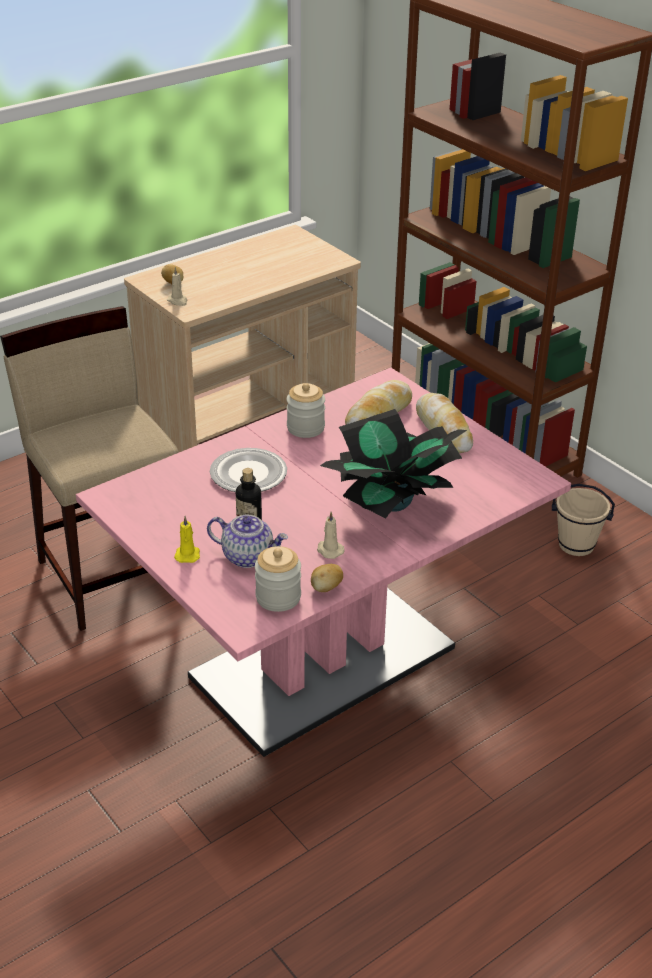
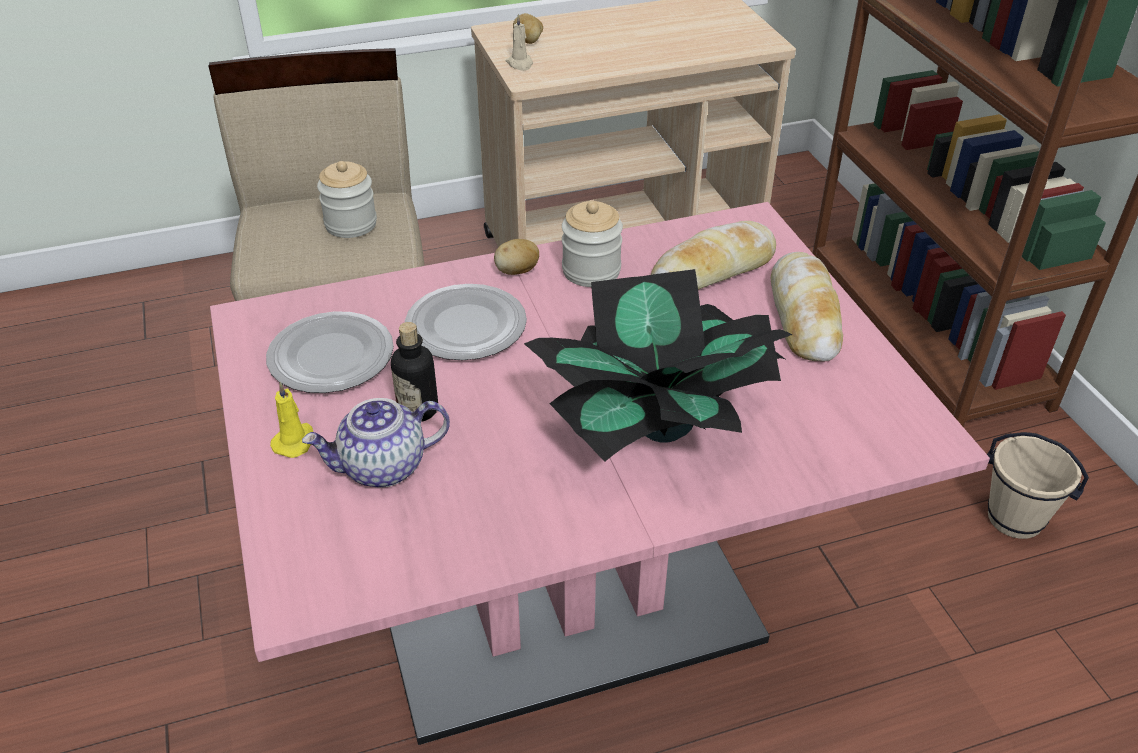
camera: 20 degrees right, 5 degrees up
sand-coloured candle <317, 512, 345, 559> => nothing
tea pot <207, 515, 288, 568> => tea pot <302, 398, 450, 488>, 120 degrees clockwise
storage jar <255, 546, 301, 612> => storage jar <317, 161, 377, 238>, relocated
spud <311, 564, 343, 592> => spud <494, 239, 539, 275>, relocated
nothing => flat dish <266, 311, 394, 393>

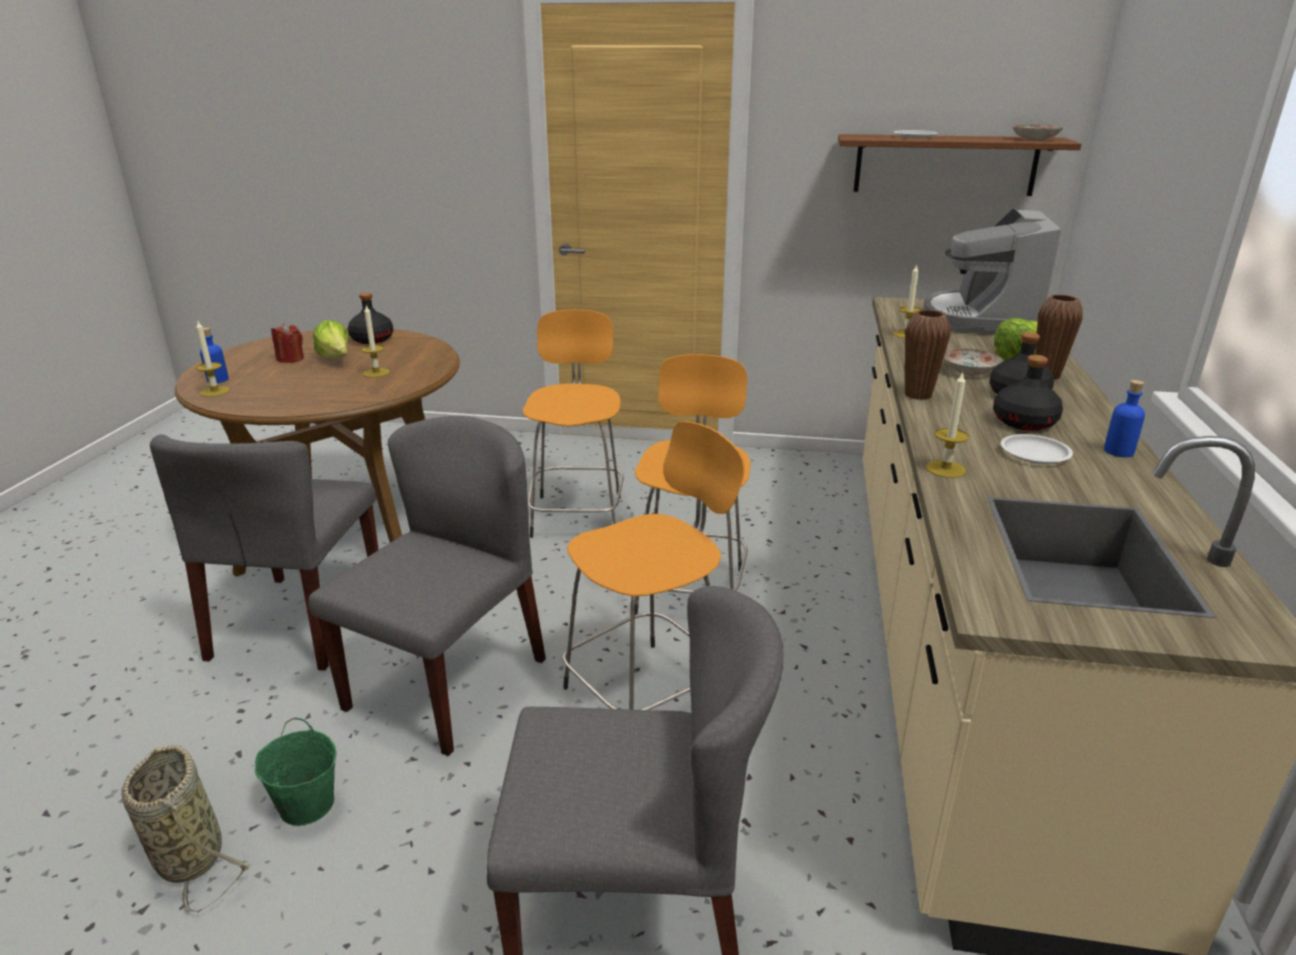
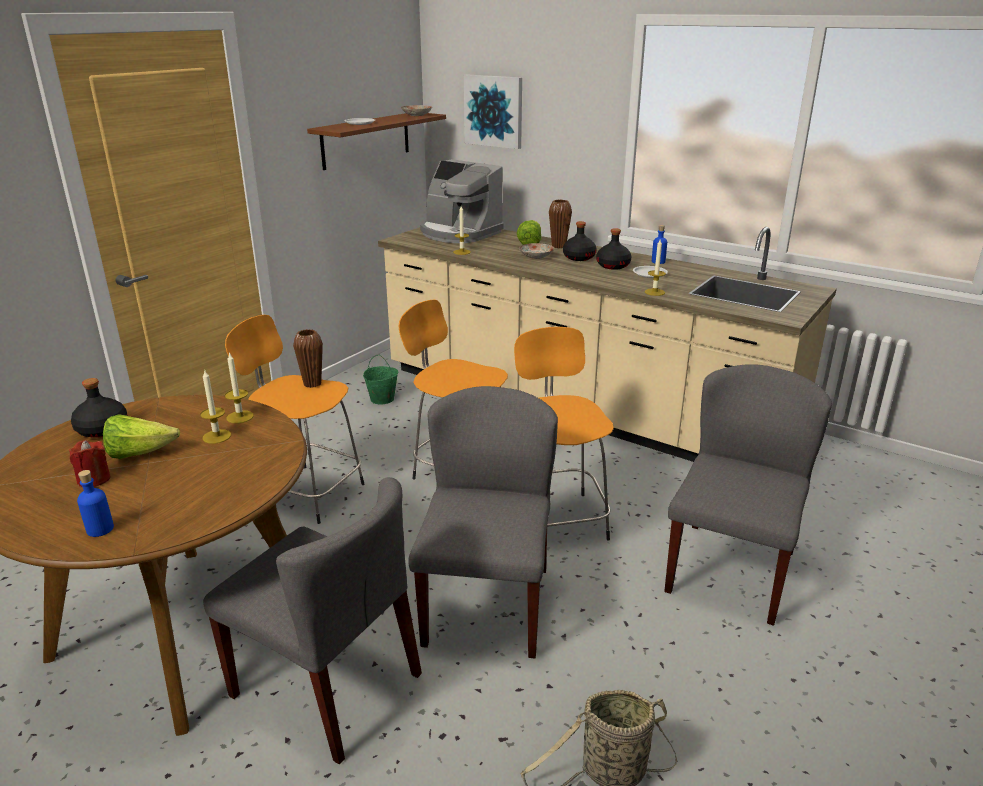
camera: 65 degrees left, 0 degrees up
brown-coloured vase <905, 310, 951, 400> => brown-coloured vase <293, 329, 323, 388>, relocated
candle <196, 321, 230, 397> => candle <225, 352, 254, 424>, relocated
grey upright chair <308, 416, 546, 756> => grey upright chair <408, 386, 558, 658>, 45 degrees clockwise
green-coloured pail <255, 718, 337, 826> => green-coloured pail <363, 355, 398, 405>, relocated
nothing => picture <464, 75, 522, 149>

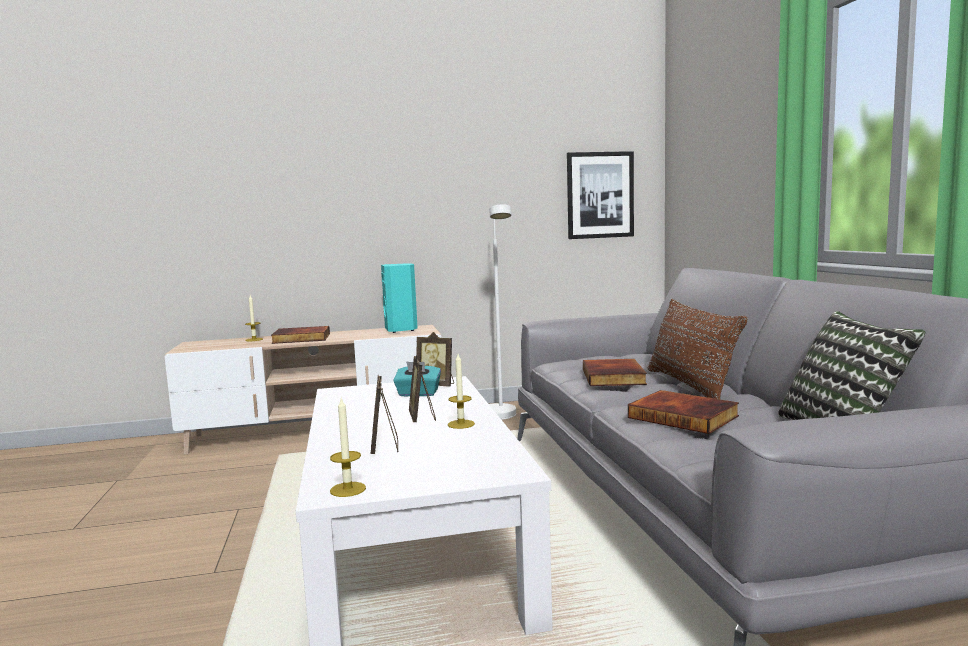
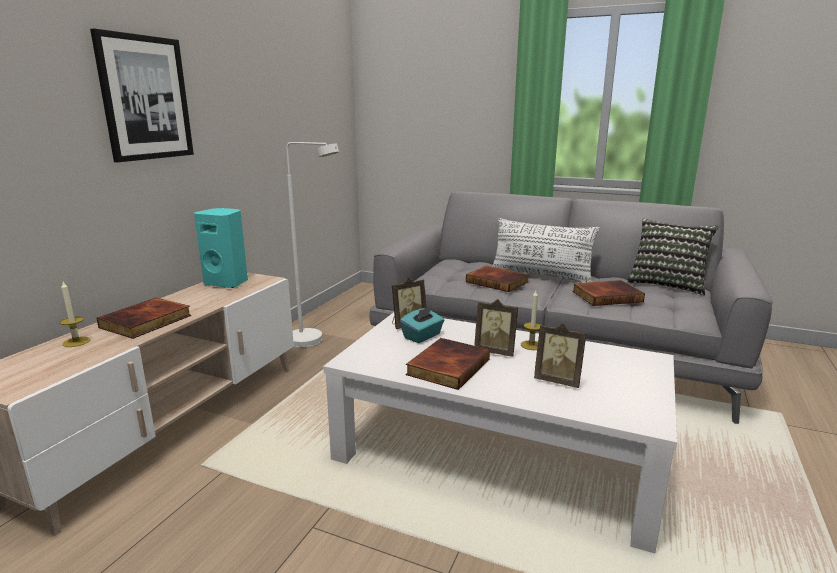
camera: 55 degrees left, 10 degrees up
picture <567, 151, 634, 239> => picture <90, 28, 194, 162>, relocated
brown-coloured throw pillow <648, 299, 748, 399> => whitish throw pillow <492, 218, 600, 283>
candle <330, 398, 366, 497> => nothing
nothing => book <406, 338, 490, 390>

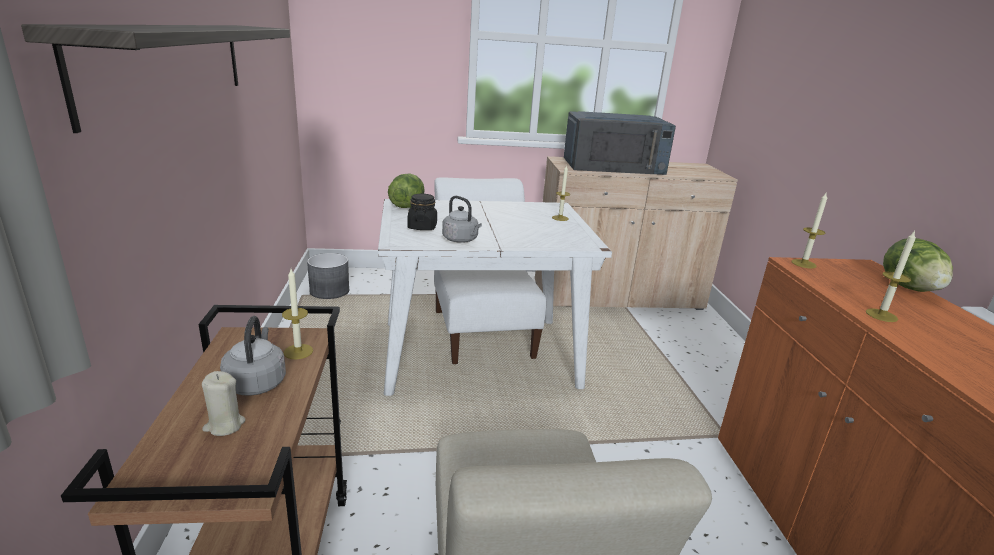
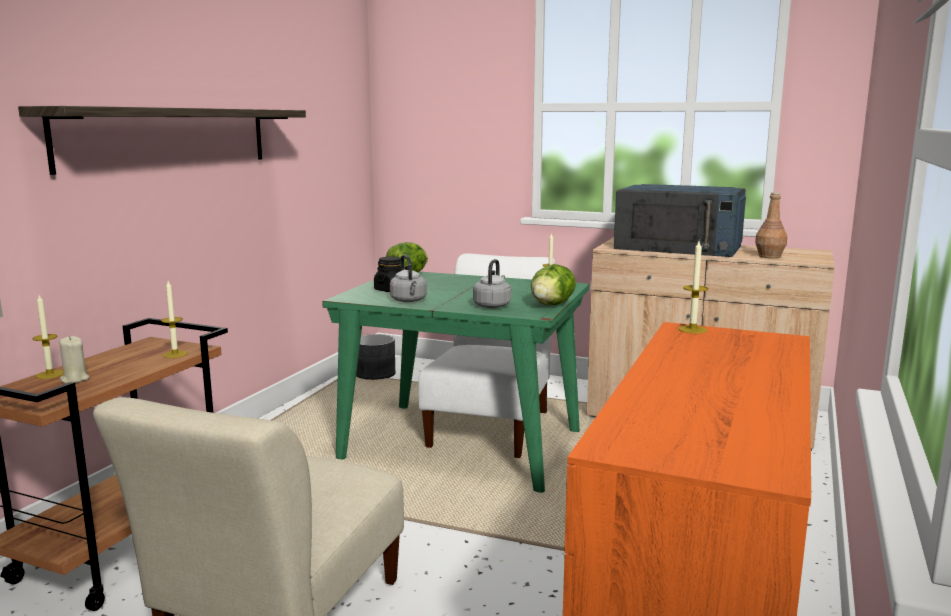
camera: 30 degrees right, 10 degrees down
whitish dinner table <378, 199, 612, 396> => green-coloured dinner table <322, 272, 590, 492>
candle <866, 230, 916, 322> => candle <33, 295, 64, 379>, relocated
lettuce <883, 238, 953, 292> => lettuce <531, 264, 576, 305>, relocated
grey water kettle <220, 316, 286, 396> => grey water kettle <473, 259, 511, 308>, relocated
nothing => brown-coloured bottle <755, 192, 787, 258>

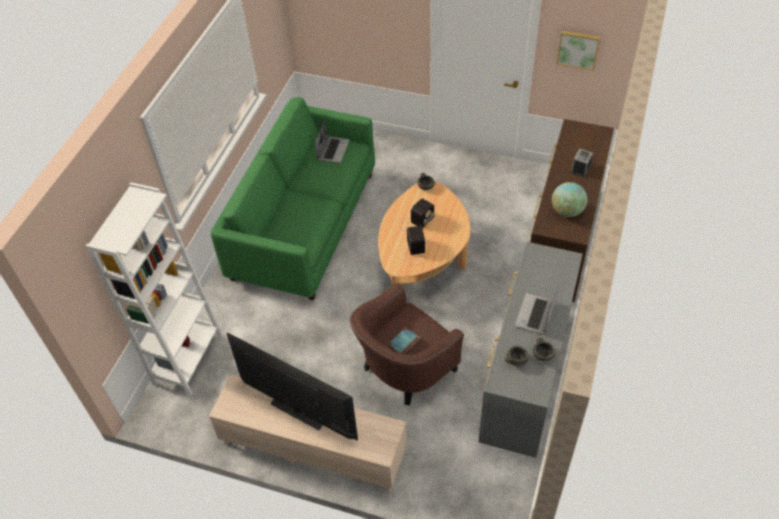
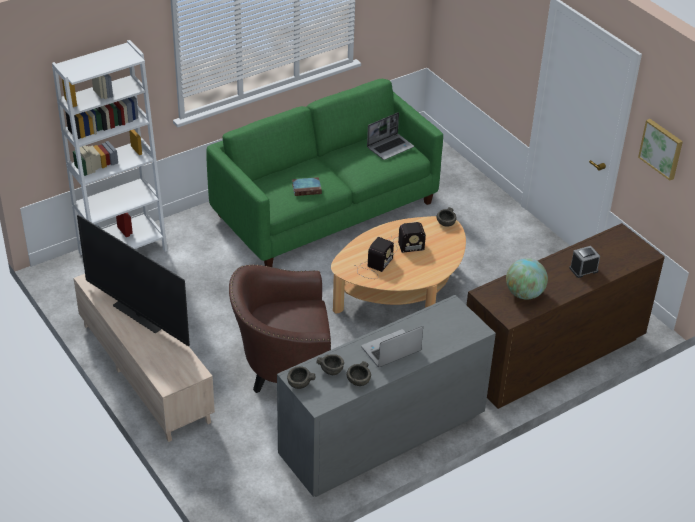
camera: 35 degrees right, 10 degrees down
book <388, 327, 421, 355> => book <292, 177, 322, 196>, relocated
television <226, 333, 358, 440> => television <77, 215, 190, 346>, 150 degrees clockwise
nothing => grey deep dish <287, 366, 315, 389>

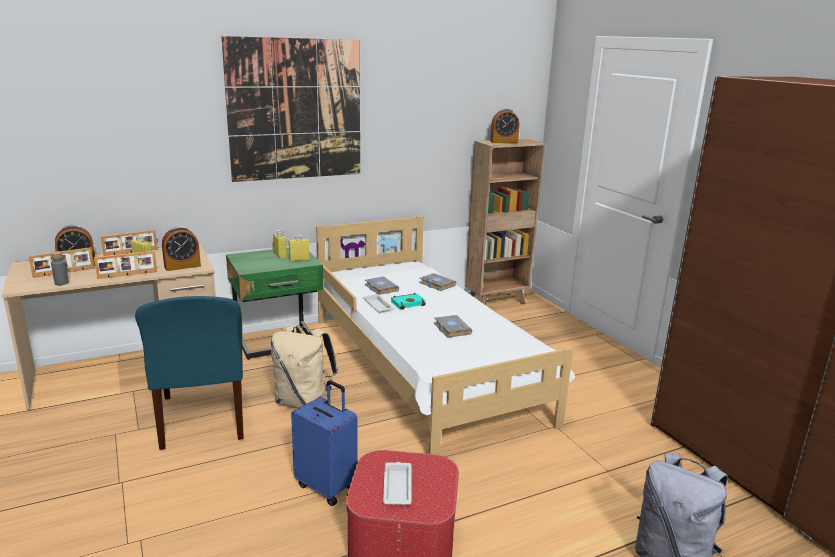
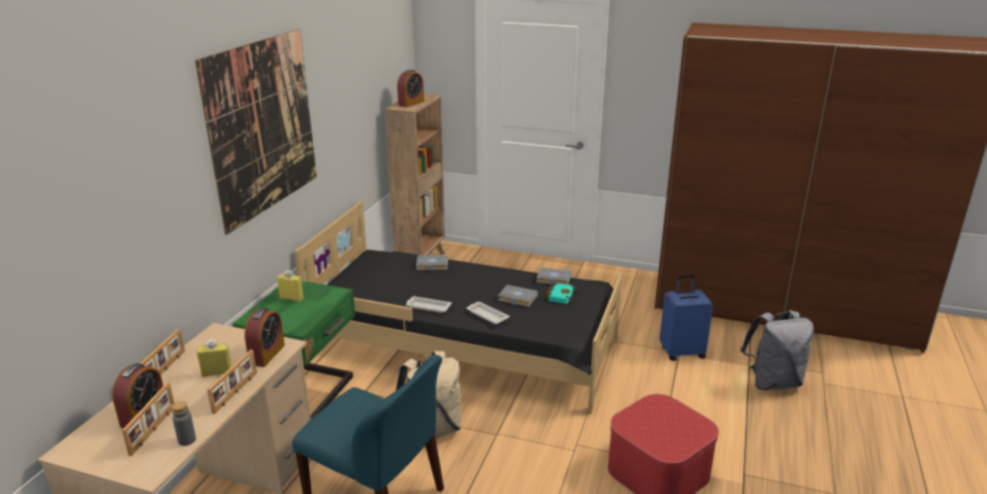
camera: 45 degrees left, 5 degrees up
whitish bed <316, 216, 575, 455> => black-coloured bed <294, 201, 623, 414>
yellow-coloured bottle <289, 234, 310, 262> => nothing
grey book <365, 276, 399, 295> => grey book <536, 267, 572, 285>, relocated
turquoise-coloured book <391, 293, 426, 309> => turquoise-coloured book <545, 283, 577, 304>, relocated
blue-coloured piece of luggage <291, 380, 358, 506> => blue-coloured piece of luggage <659, 274, 713, 361>, relocated
whitish carrying tray <383, 462, 412, 505> => whitish carrying tray <466, 302, 510, 324>, relocated

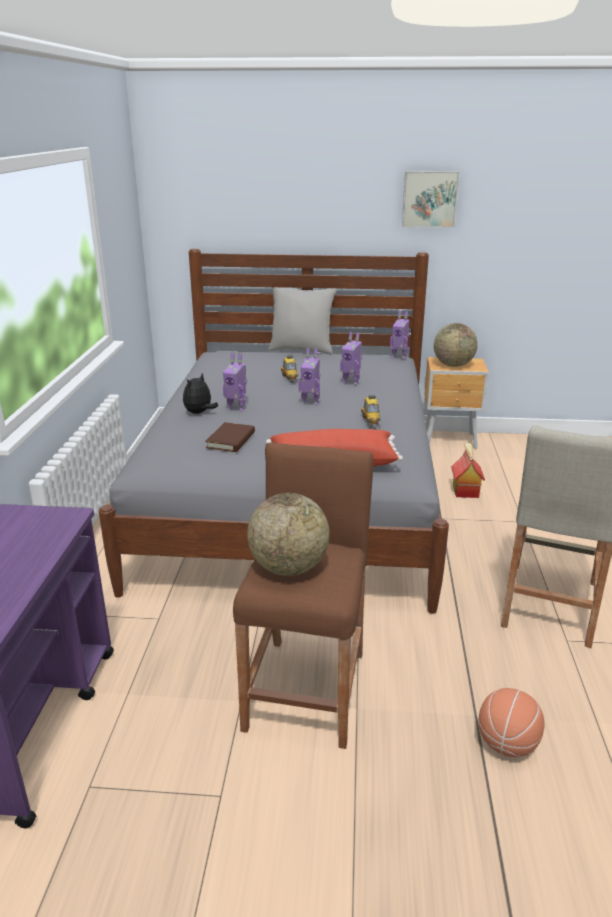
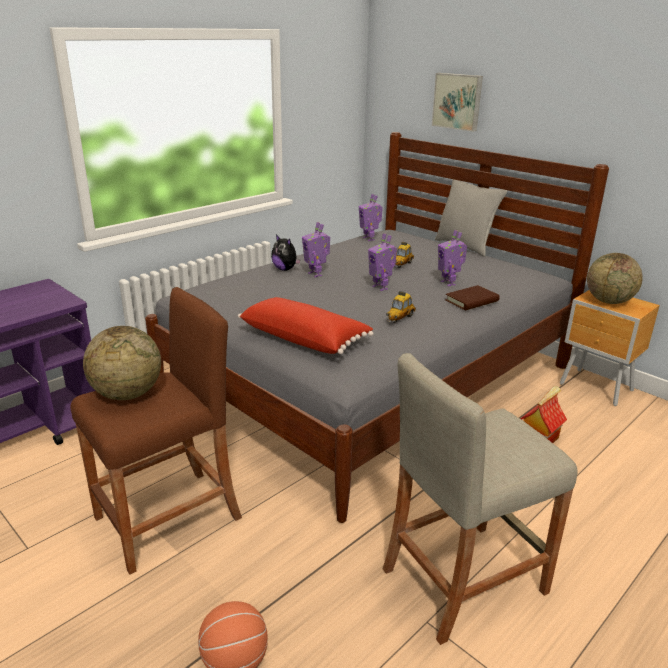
camera: 40 degrees right, 0 degrees up
picture <402, 171, 459, 228> => picture <432, 73, 483, 132>, relocated
model robot <390, 311, 409, 359> => model robot <359, 194, 383, 241>, relocated
plush toy <183, 373, 218, 414> => plush toy <271, 235, 301, 271>, 120 degrees counterclockwise
brown-coloured book <205, 422, 255, 452> => brown-coloured book <445, 285, 499, 310>, relocated

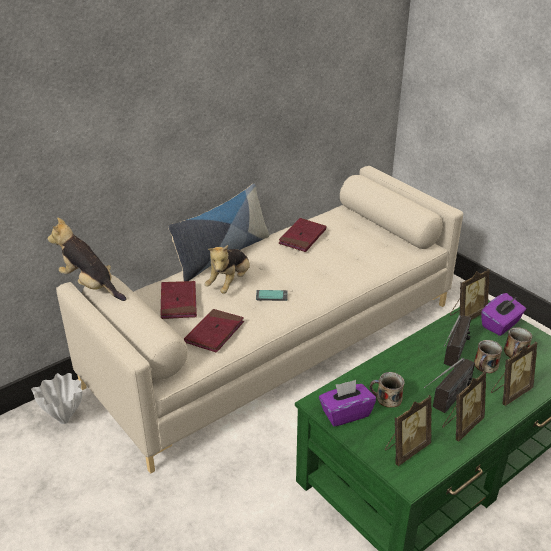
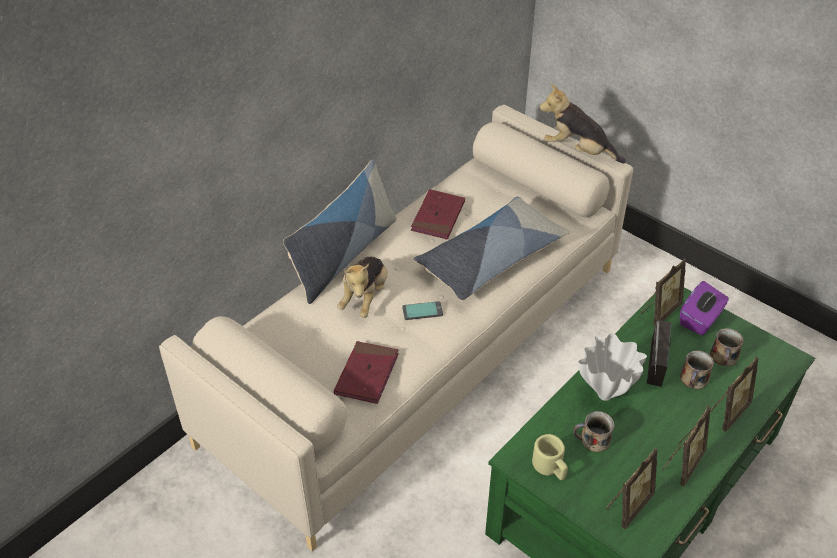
camera: 10 degrees left, 10 degrees up
plush toy <48, 218, 126, 301> => plush toy <539, 84, 626, 163>, relocated
reddish book <160, 281, 197, 319> => nothing
radio <424, 358, 475, 413> => nothing
whitish vase <31, 373, 82, 424> => whitish vase <578, 333, 647, 401>, relocated
purple-coloured tissue box <319, 380, 376, 427> => sand-coloured tea mug <532, 434, 568, 480>
nothing => throw pillow <414, 197, 570, 301>

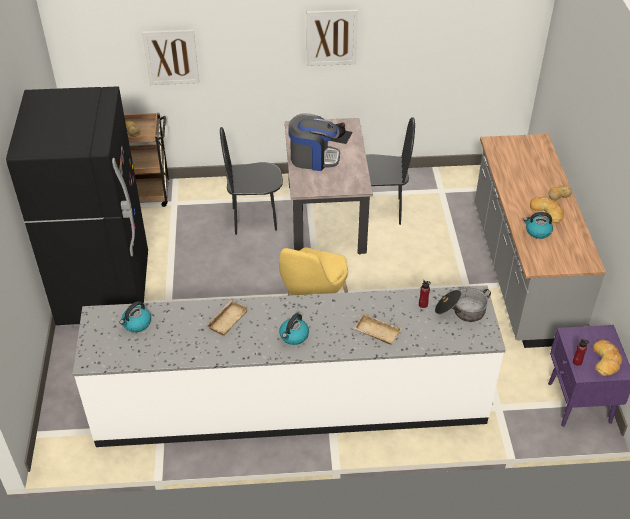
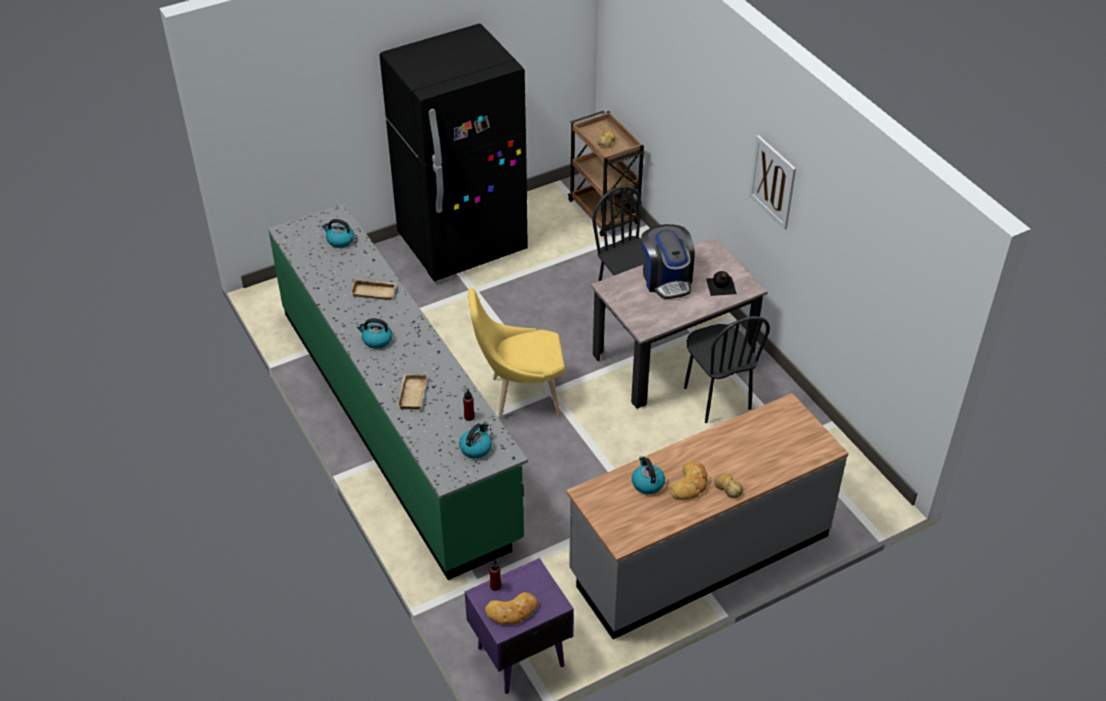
camera: 65 degrees right, 0 degrees up
picture <142, 30, 199, 85> => nothing
whitish kitchen base unit <72, 285, 506, 447> => green-coloured kitchen base unit <268, 203, 528, 580>
stockpot <435, 288, 491, 322> => water kettle <459, 422, 492, 458>

